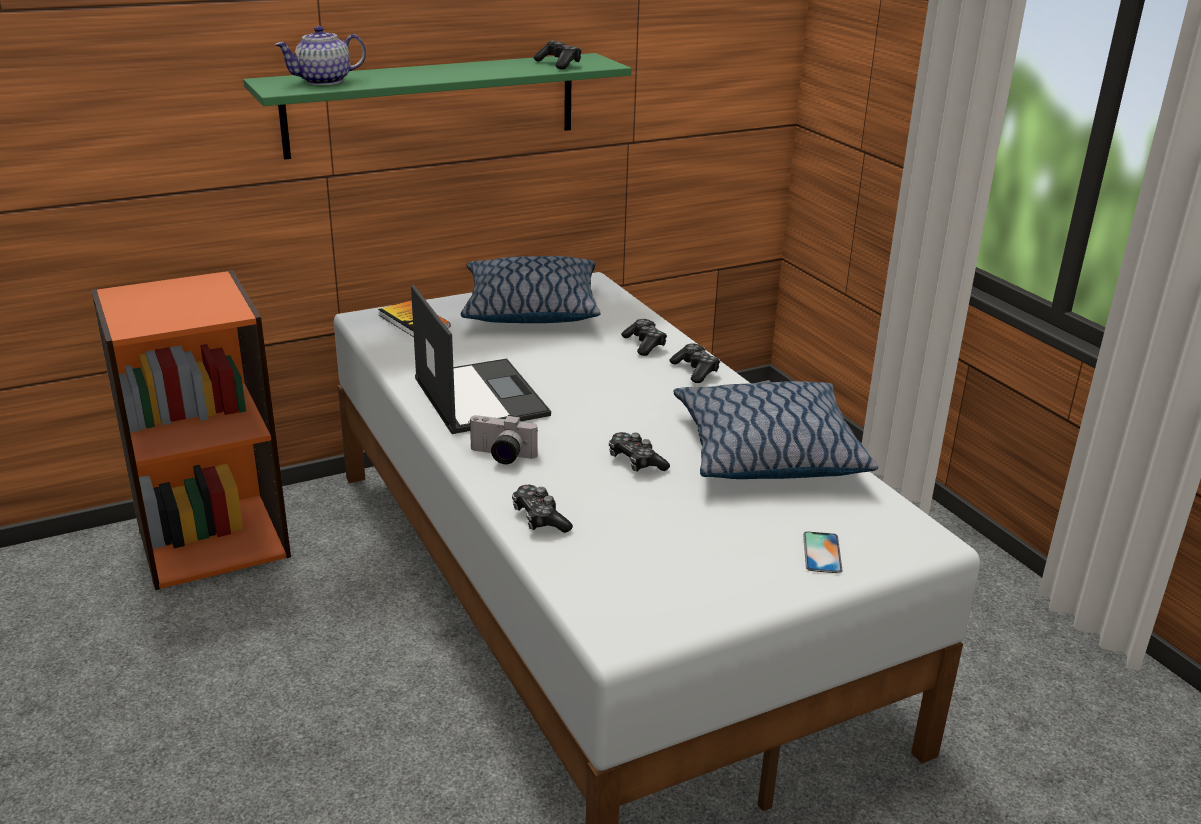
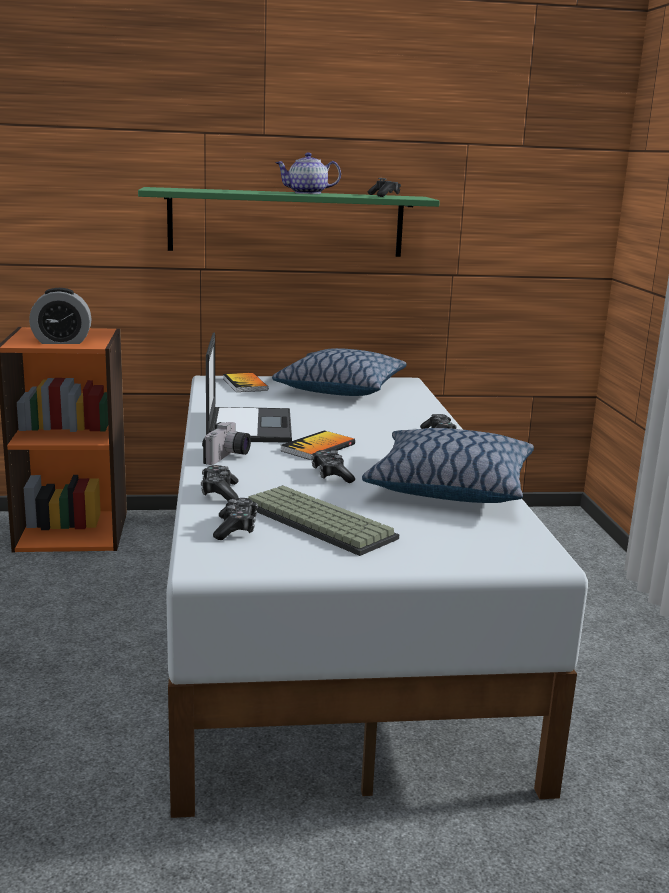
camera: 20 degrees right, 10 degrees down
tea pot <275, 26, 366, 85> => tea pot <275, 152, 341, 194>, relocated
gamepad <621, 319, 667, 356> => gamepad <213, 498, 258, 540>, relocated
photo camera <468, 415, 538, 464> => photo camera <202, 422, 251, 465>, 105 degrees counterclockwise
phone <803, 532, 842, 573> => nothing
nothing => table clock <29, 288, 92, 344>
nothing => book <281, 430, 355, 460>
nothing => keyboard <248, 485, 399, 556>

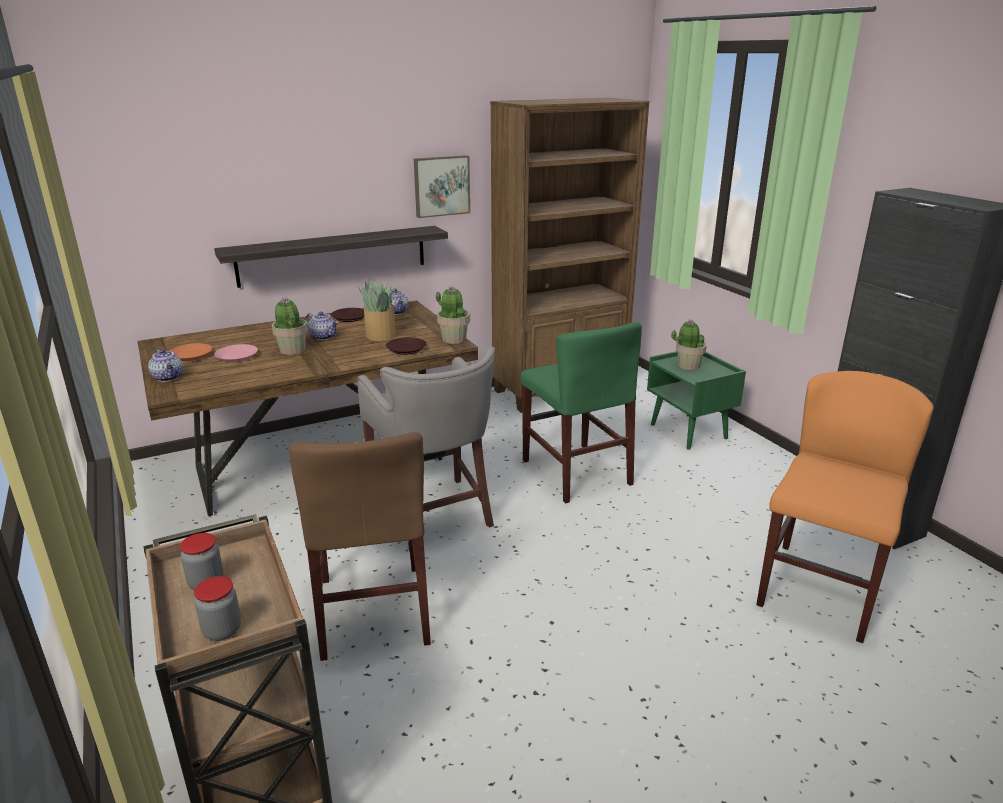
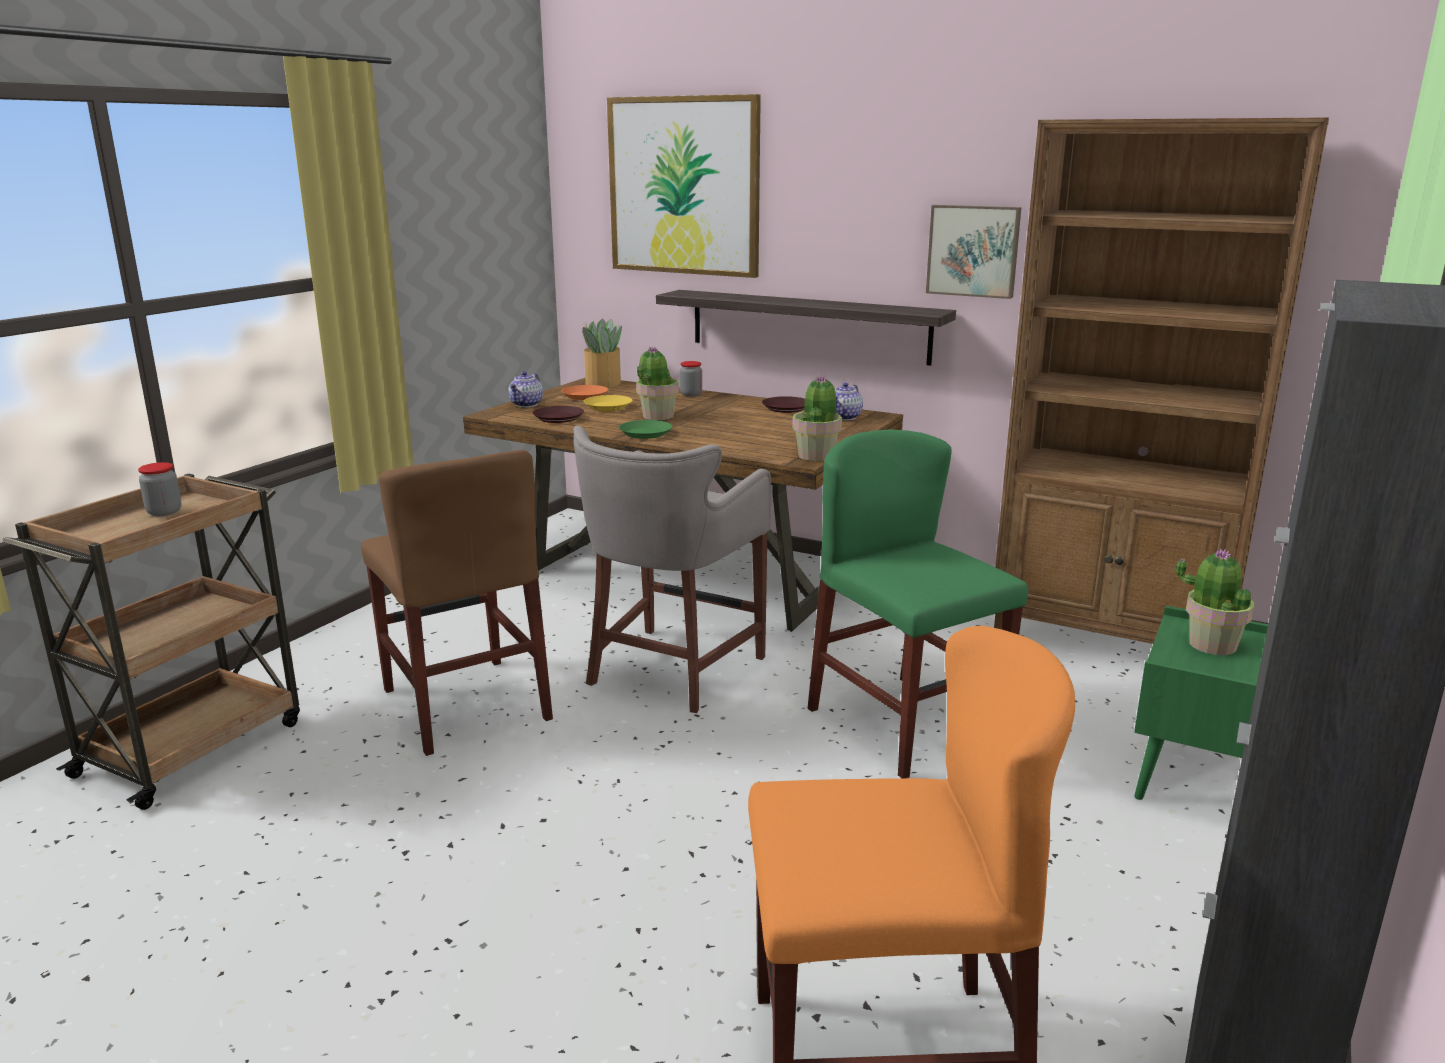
camera: 55 degrees right, 5 degrees down
plant in a pot <358, 280, 396, 341> => plant in a pot <582, 319, 622, 388>, relocated
tea pot <306, 311, 338, 340> => nothing
green-coloured upright chair <521, 322, 642, 503> => green-coloured upright chair <808, 429, 1028, 778>, 120 degrees clockwise
brown-coloured flat dish <386, 337, 426, 355> => brown-coloured flat dish <533, 406, 584, 423>, relocated
pinkish flat dish <214, 344, 258, 362> => yellow-coloured flat dish <584, 395, 633, 411>
brown-coloured upright chair <289, 432, 431, 661> => brown-coloured upright chair <361, 450, 553, 756>, 75 degrees counterclockwise
storage jar <194, 576, 241, 641> => storage jar <680, 361, 702, 397>, relocated
nothing => picture <607, 94, 761, 278>
nothing => green-coloured flat dish <619, 420, 672, 439>

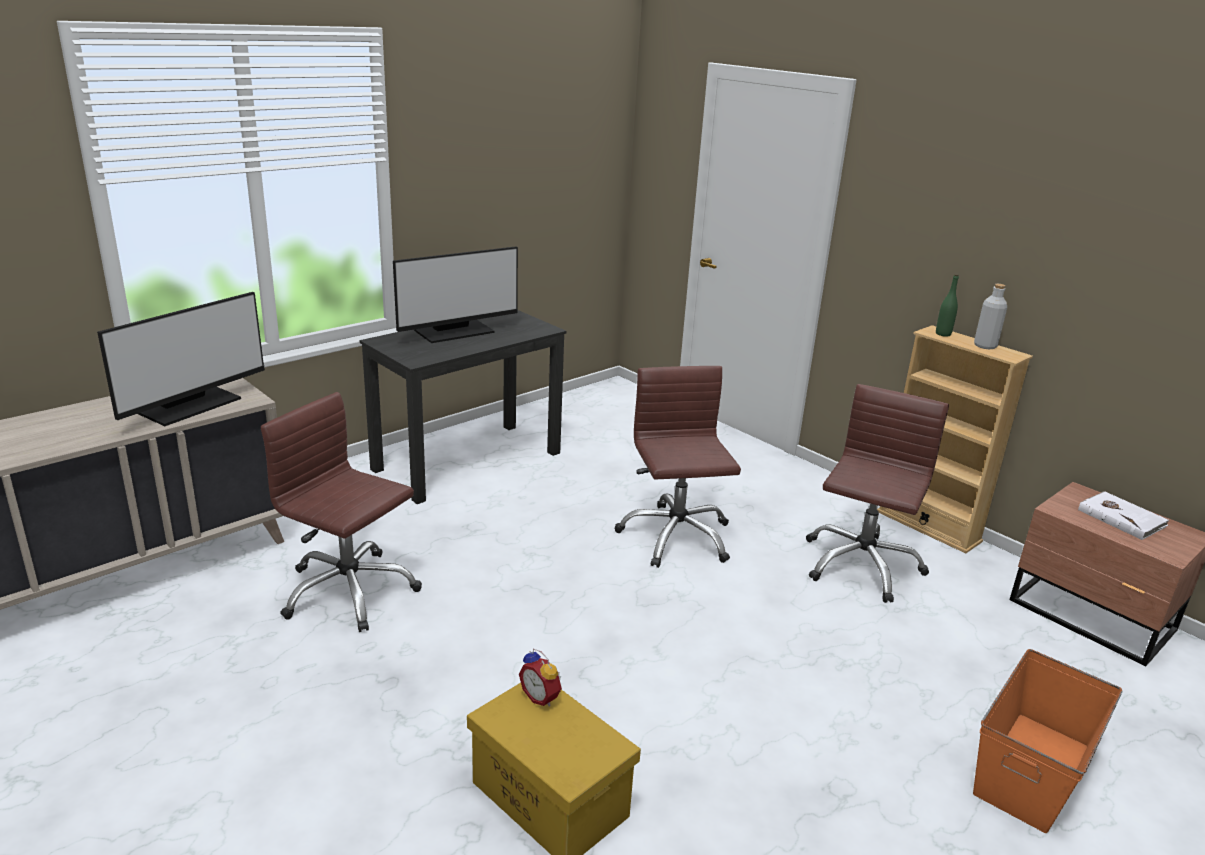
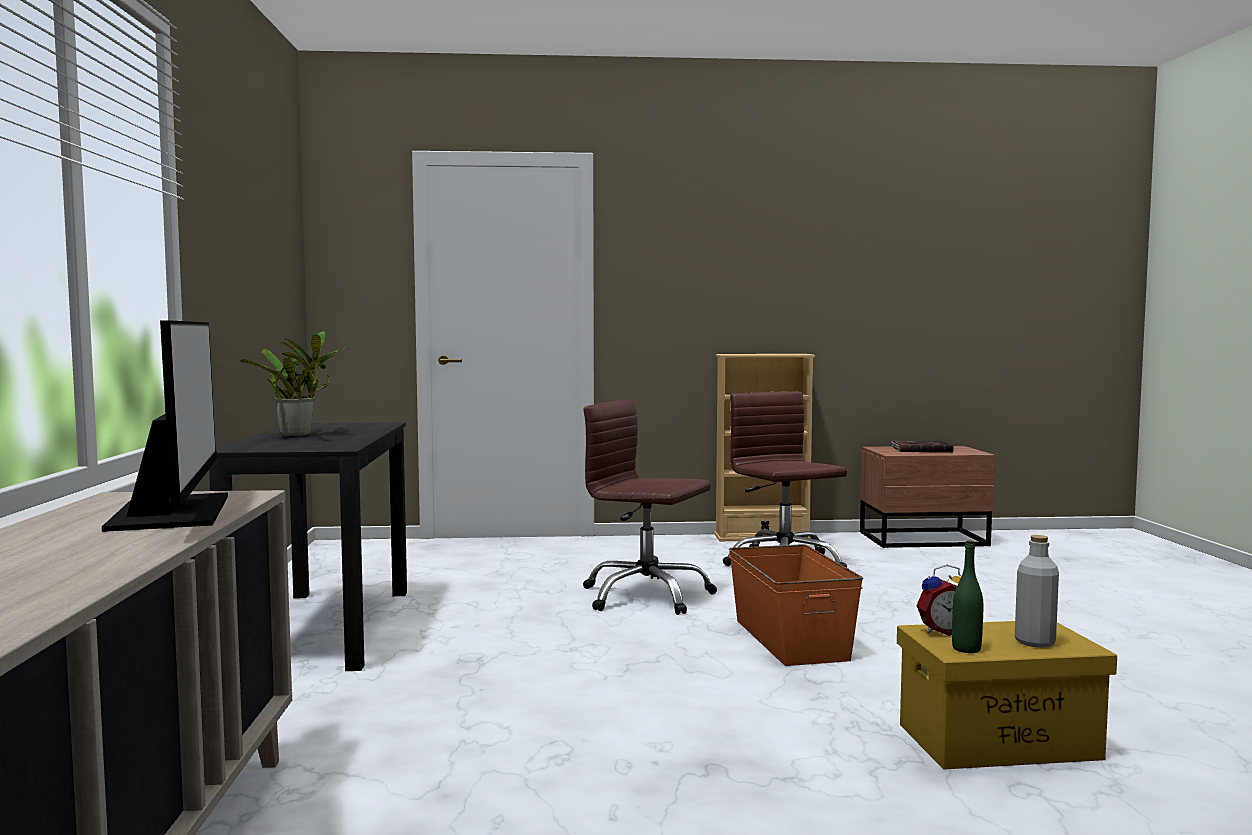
camera: 50 degrees left, 20 degrees down
computer screen <393, 246, 518, 343> => plant in a pot <239, 331, 348, 437>
green-coloured bottle <936, 274, 959, 337> => green-coloured bottle <952, 540, 983, 653>, relocated
grey bottle <974, 284, 1007, 349> => grey bottle <1015, 535, 1059, 648>, relocated
brown-coloured office chair <261, 392, 422, 632> => nothing
whitish book <1078, 491, 1169, 540> => brown-coloured book <891, 441, 953, 452>
orangey storage container <973, 649, 1122, 833> => orangey storage container <729, 544, 863, 666>, relocated

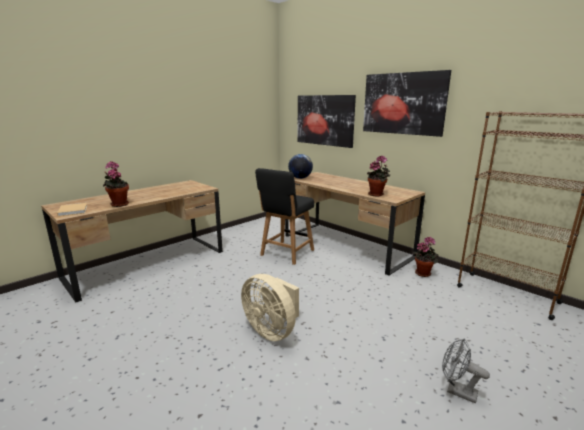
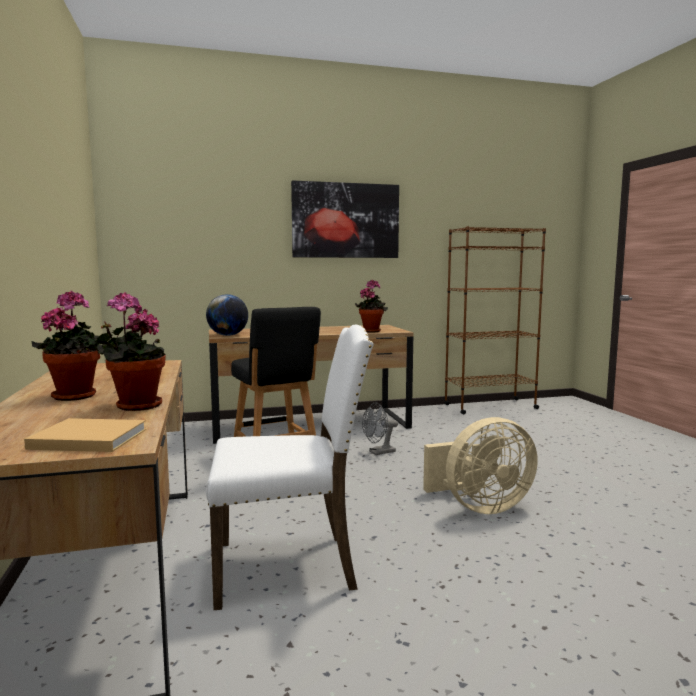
camera: 60 degrees left, 10 degrees down
picture <298, 95, 356, 148> => nothing
plant in a pot <412, 237, 439, 277> => plant in a pot <31, 291, 104, 401>, relocated
grey fan <442, 338, 490, 404> => grey fan <362, 402, 398, 455>, relocated
nothing => whitish upright chair <206, 325, 374, 610>

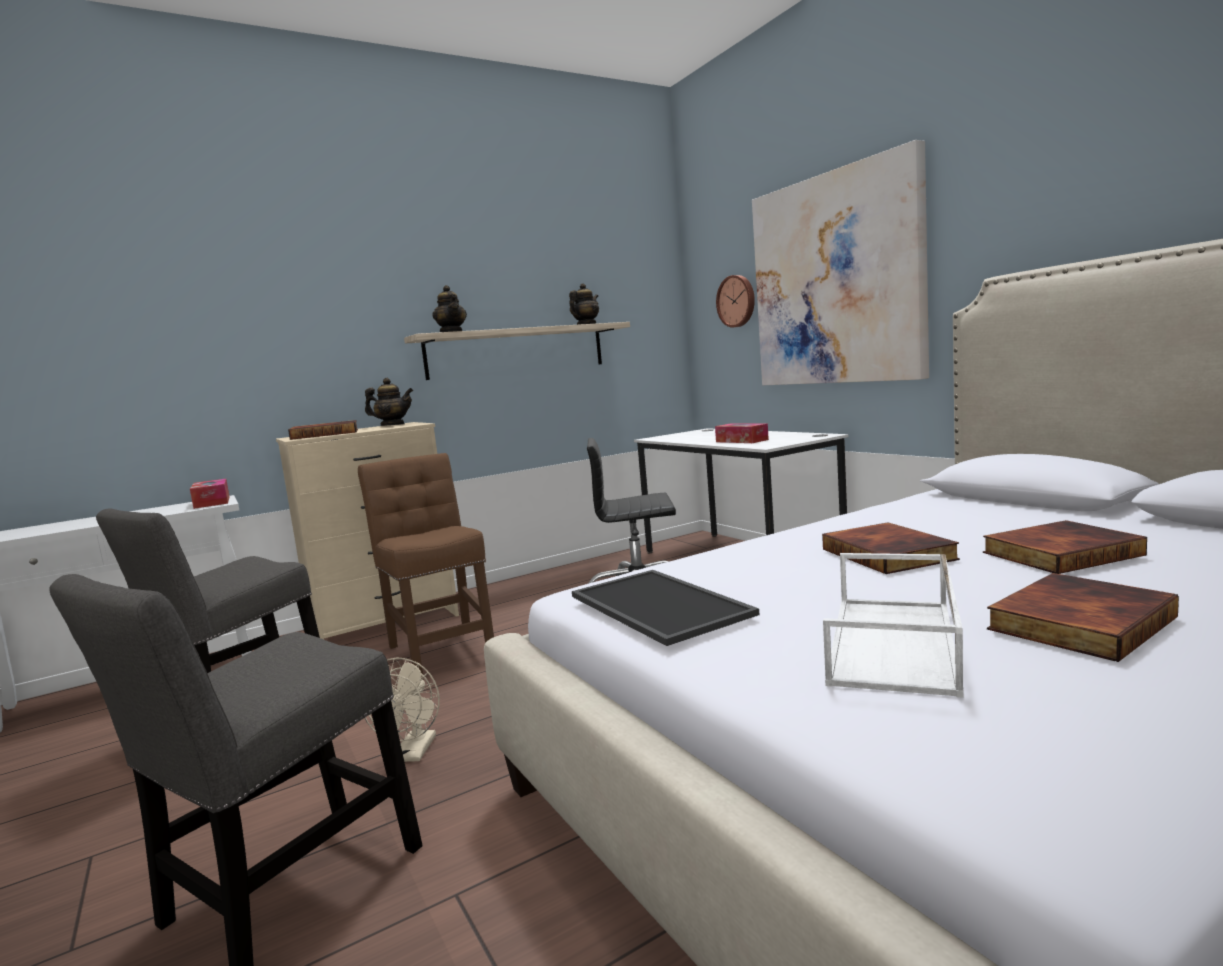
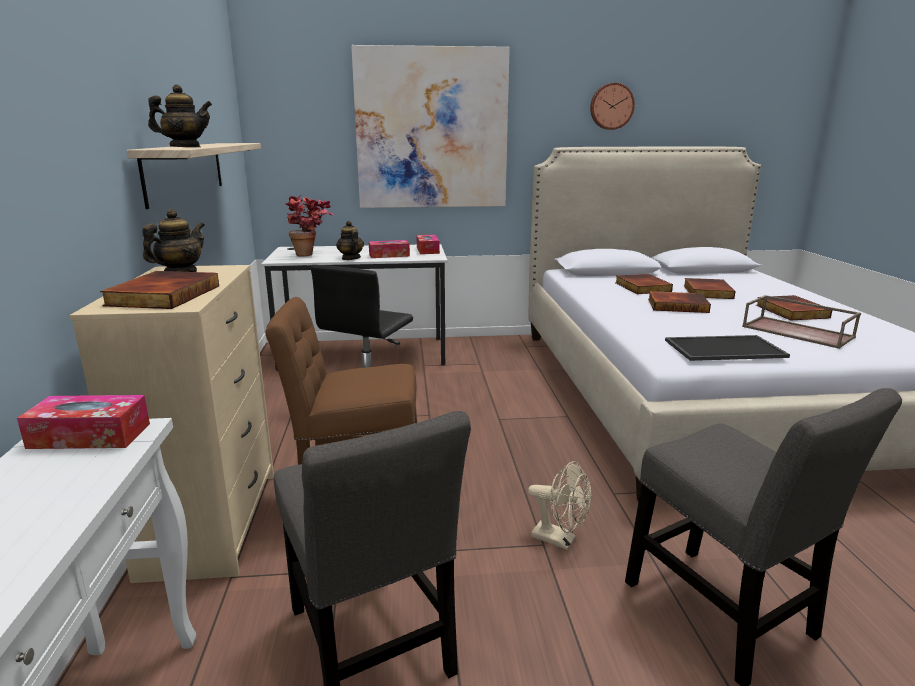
camera: 65 degrees left, 10 degrees up
wall clock <716, 275, 755, 328> => wall clock <590, 83, 635, 130>, relocated
tea pot <569, 283, 599, 325> => tea pot <336, 221, 364, 260>, relocated
whitish carrying tray <823, 553, 963, 698> => brown-coloured carrying tray <742, 295, 861, 349>
nothing => plant in a pot <285, 195, 333, 257>
nothing => tissue box <417, 235, 440, 254>
nothing => book <615, 274, 673, 294>

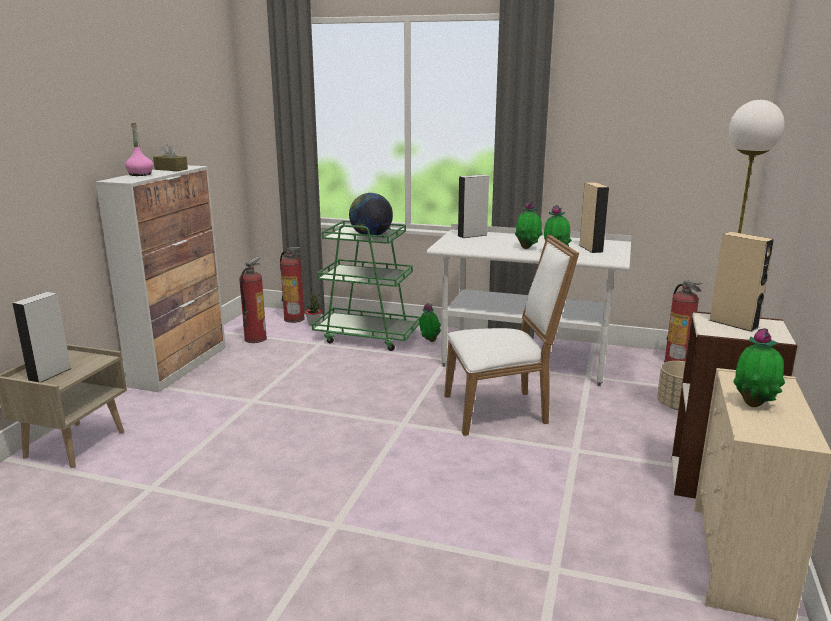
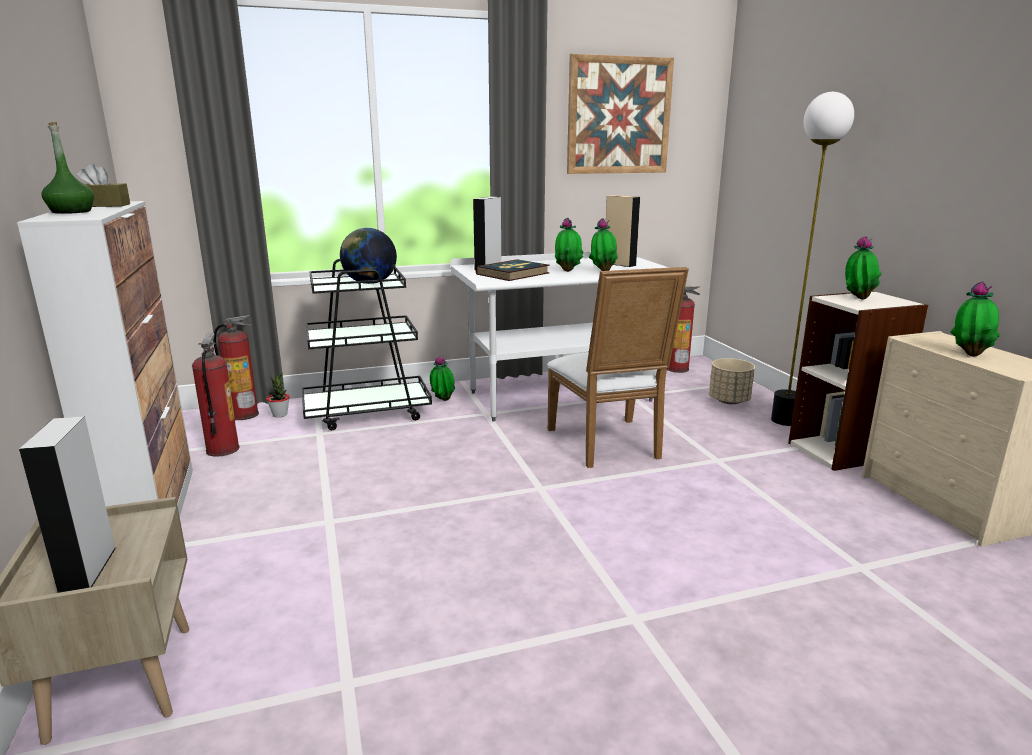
camera: 35 degrees left, 0 degrees up
pinkish bottle <125, 123, 153, 176> => green-coloured bottle <41, 122, 94, 214>
green-coloured wheeled cart <312, 221, 420, 351> => black-coloured wheeled cart <302, 259, 432, 430>
sand-coloured loudspeaker <709, 232, 774, 332> => plant in a pot <845, 236, 882, 300>
whitish upright chair <444, 234, 579, 436> => whitish upright chair <547, 267, 689, 468>, 120 degrees clockwise
nothing => picture <567, 54, 674, 174>
nothing => book <476, 259, 550, 281>

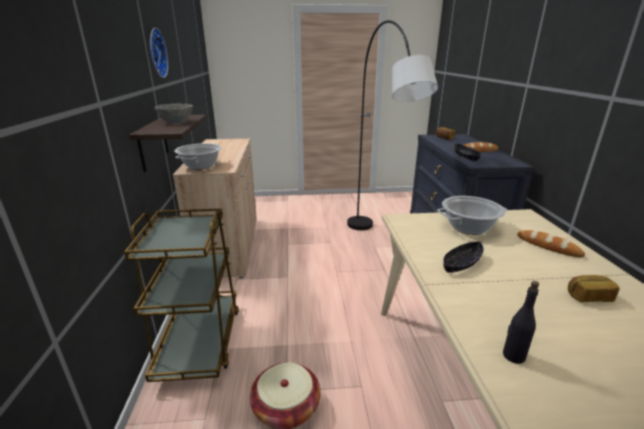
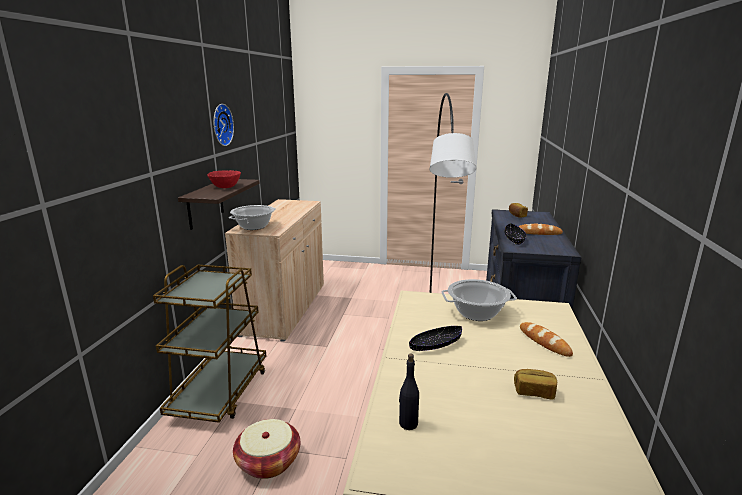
camera: 15 degrees right, 5 degrees down
grey deep dish <155, 104, 193, 123> => reddish deep dish <207, 170, 241, 188>

